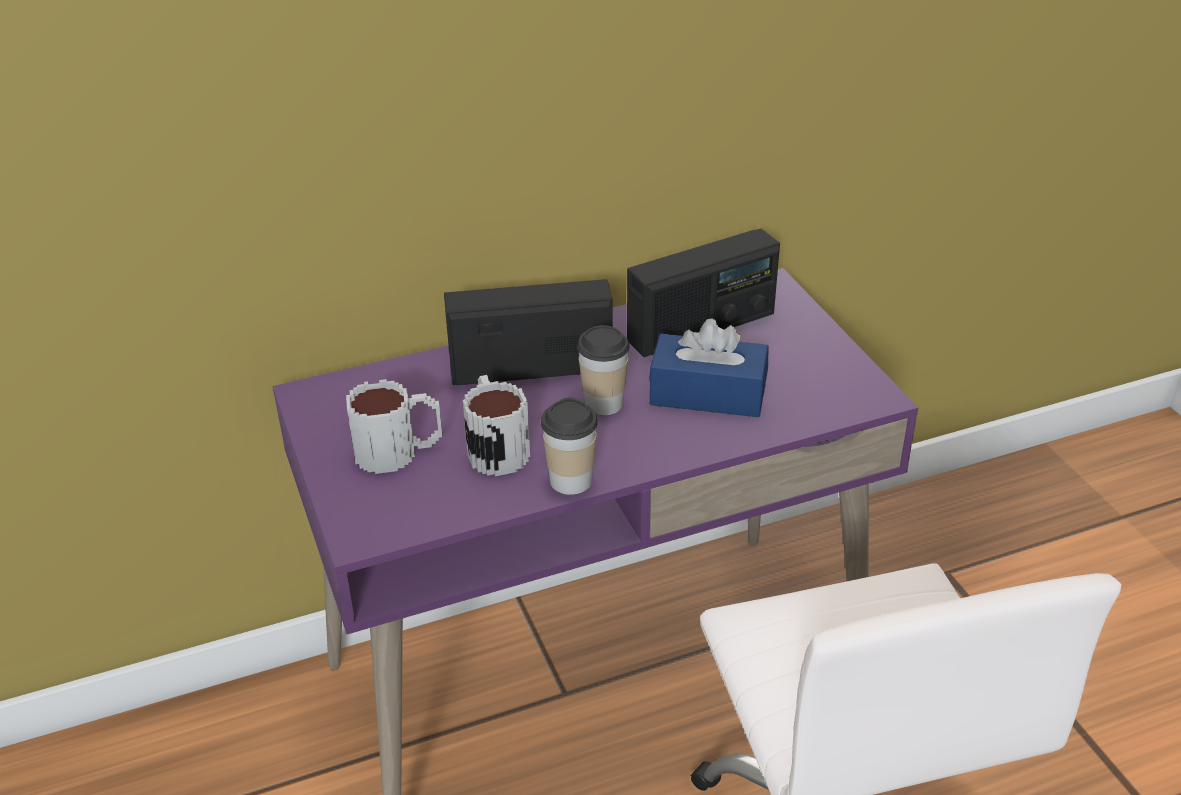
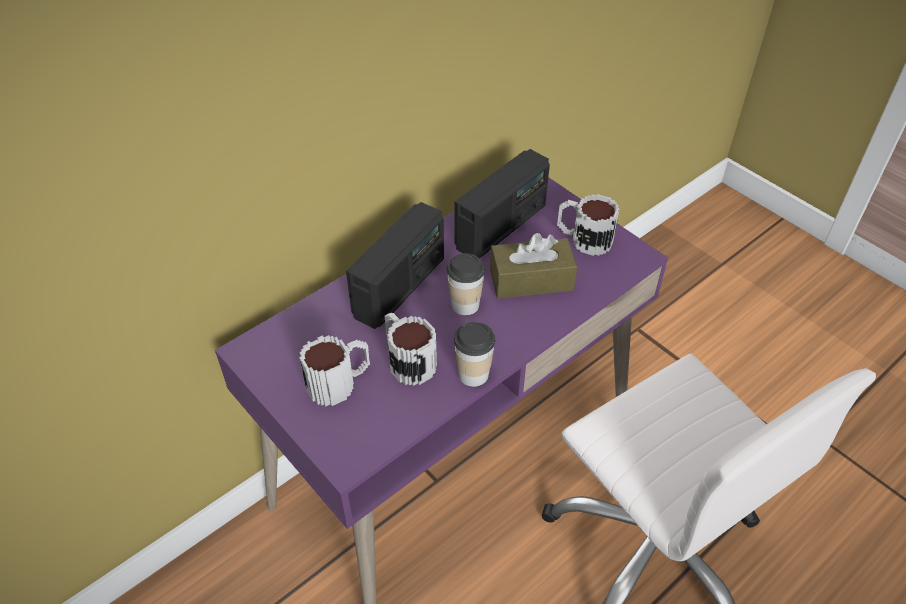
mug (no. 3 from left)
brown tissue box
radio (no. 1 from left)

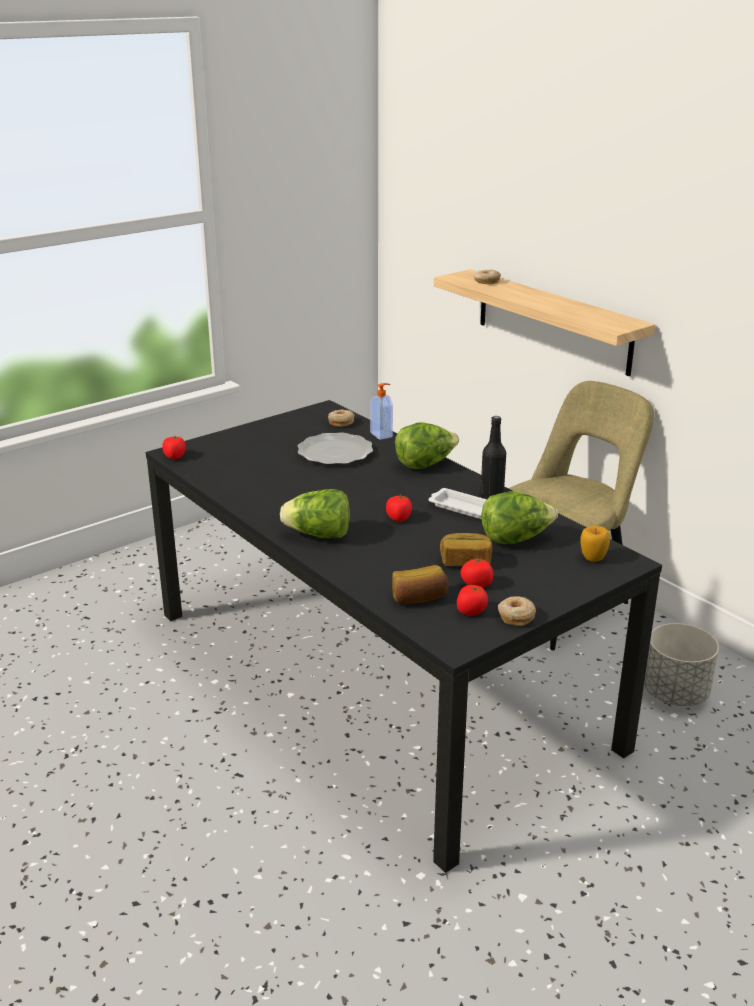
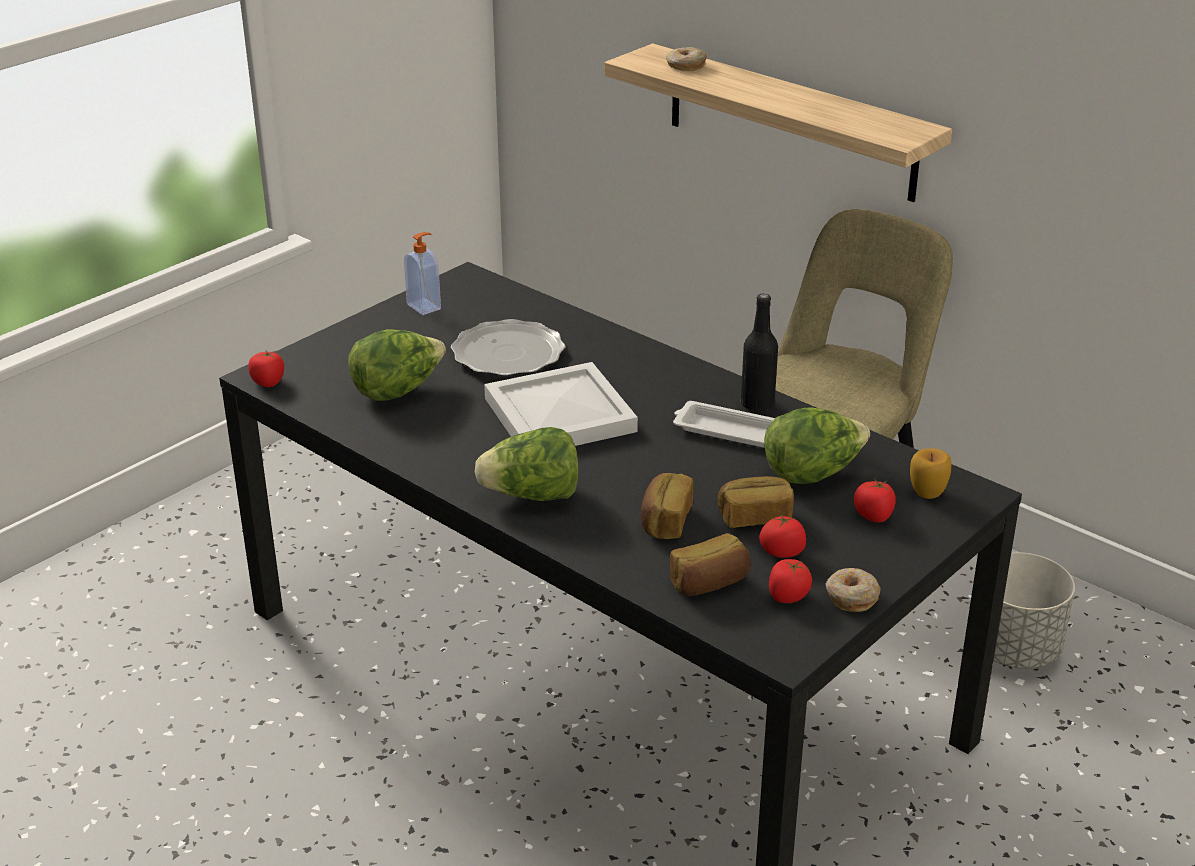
donut (no. 1 from left in the first image)
white tray (no. 1 from left)
bread (no. 1 from left)
soap dispenser
tomato (no. 4 from left)
lettuce (no. 1 from left)

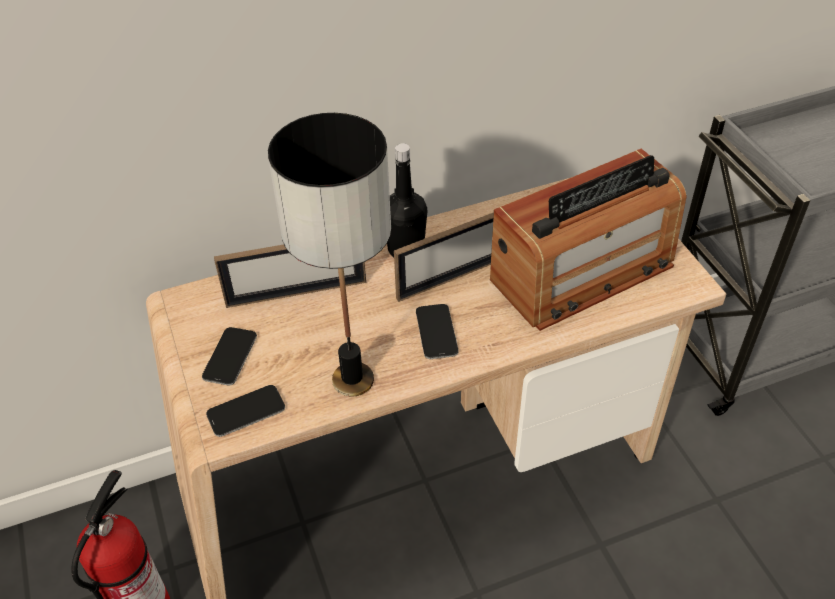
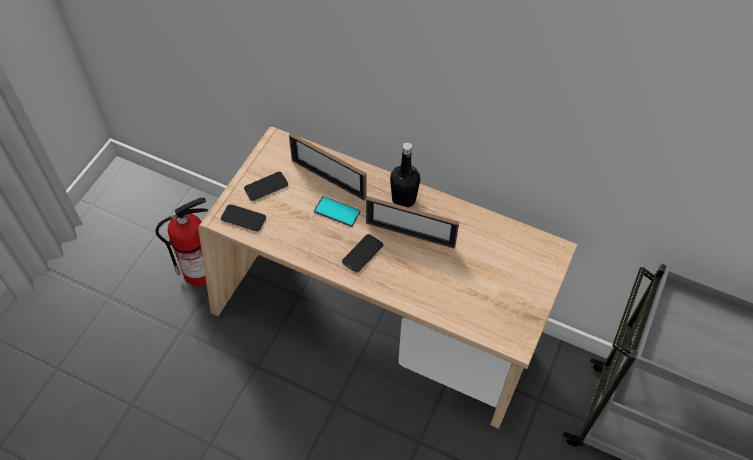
table lamp
radio
phone (no. 3 from left)

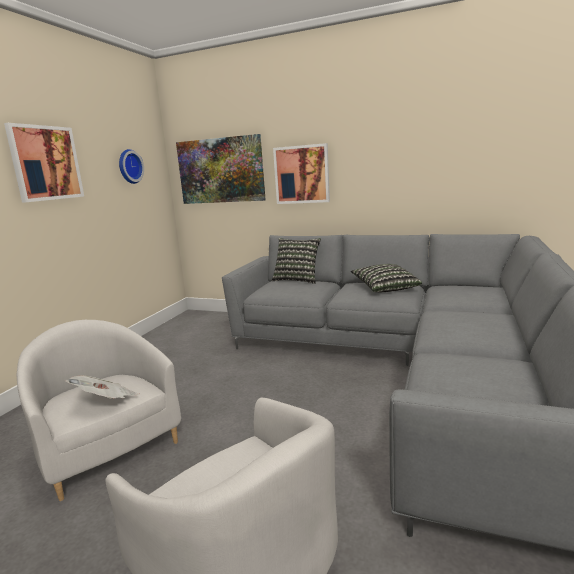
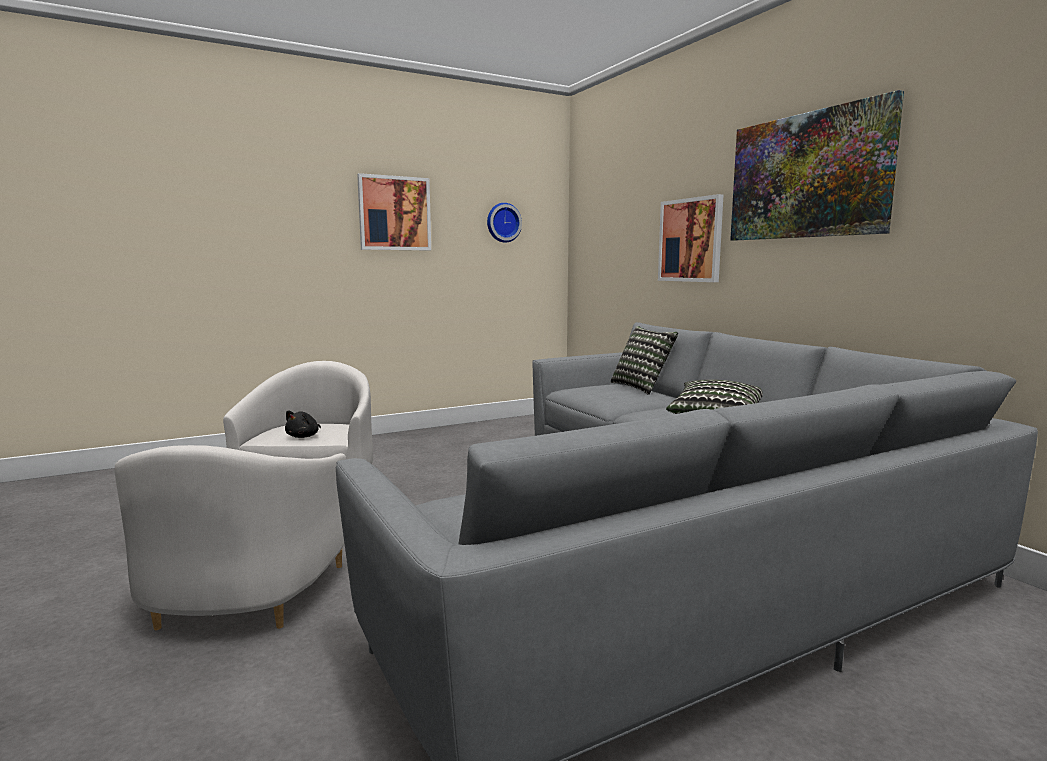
picture (no. 3 from left)
black plush toy

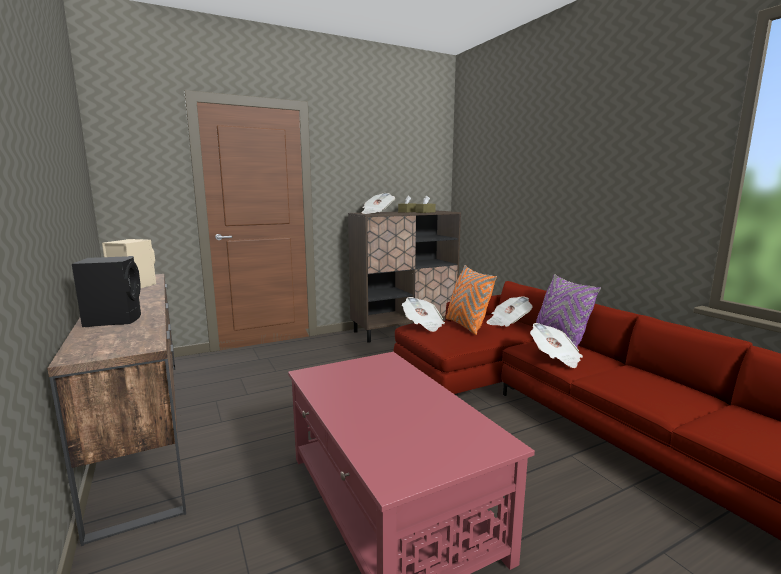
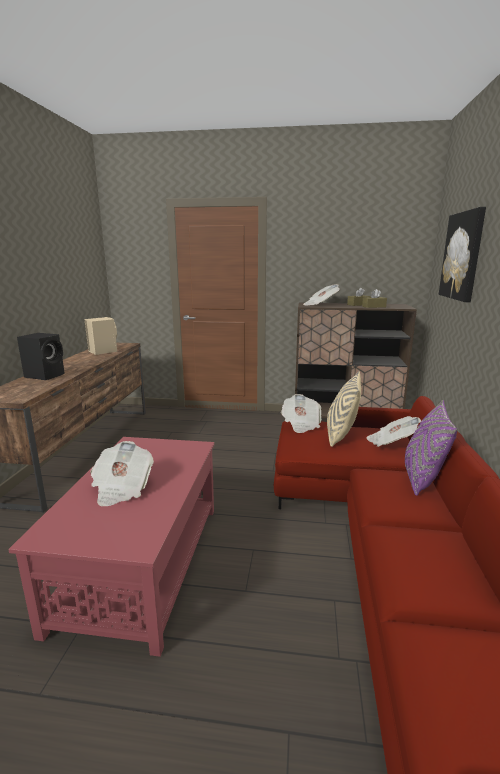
picture
newspaper (no. 1 from left)
beige pillow

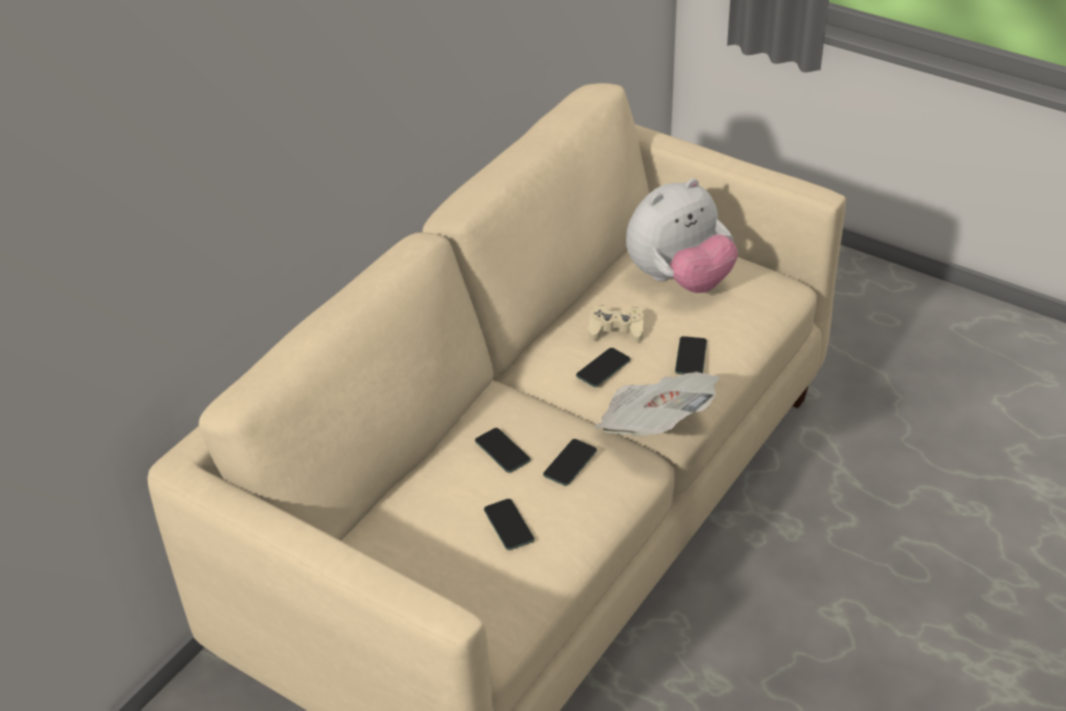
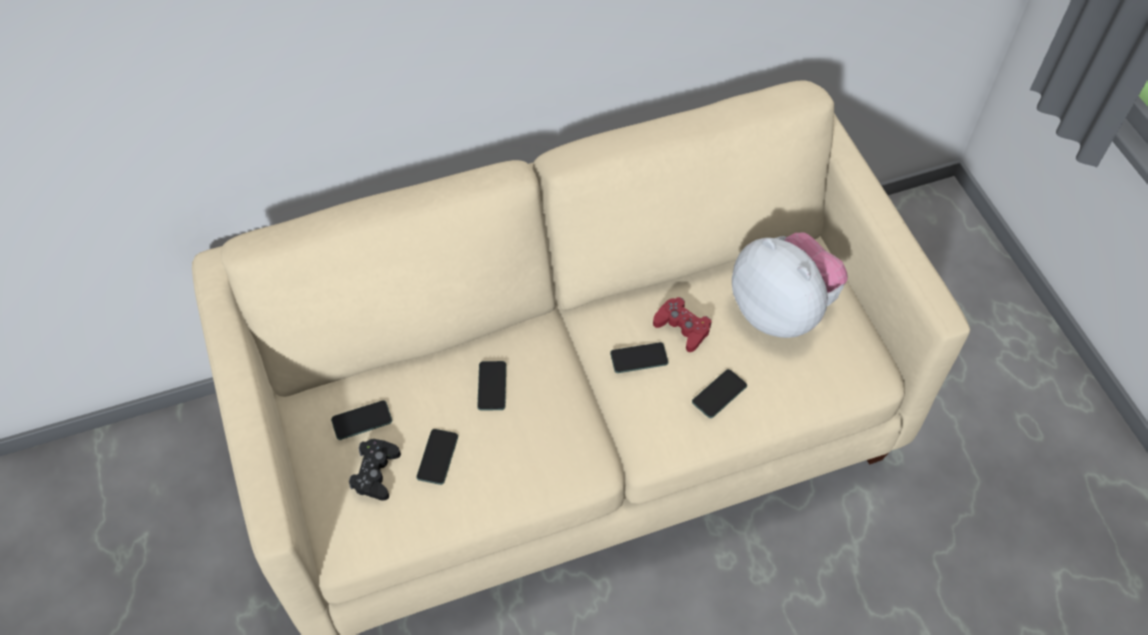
newspaper
black game controller
phone (no. 1 from left)
red game controller
plush toy

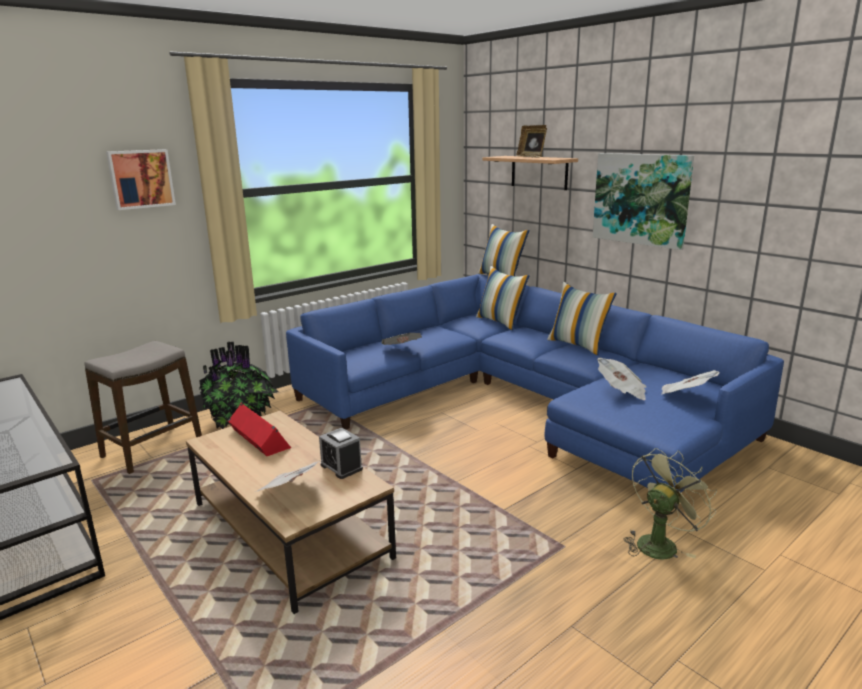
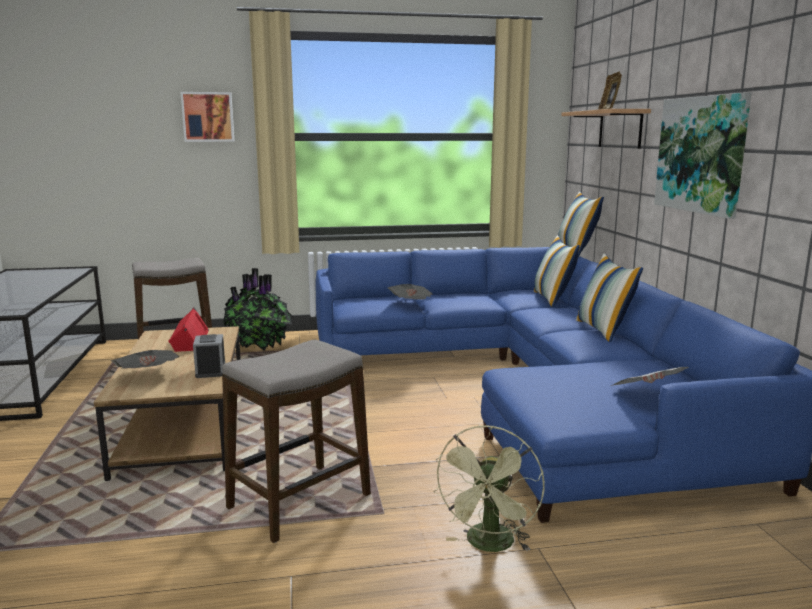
newspaper (no. 3 from left in the first image)
stool (no. 2 from left)
green fan

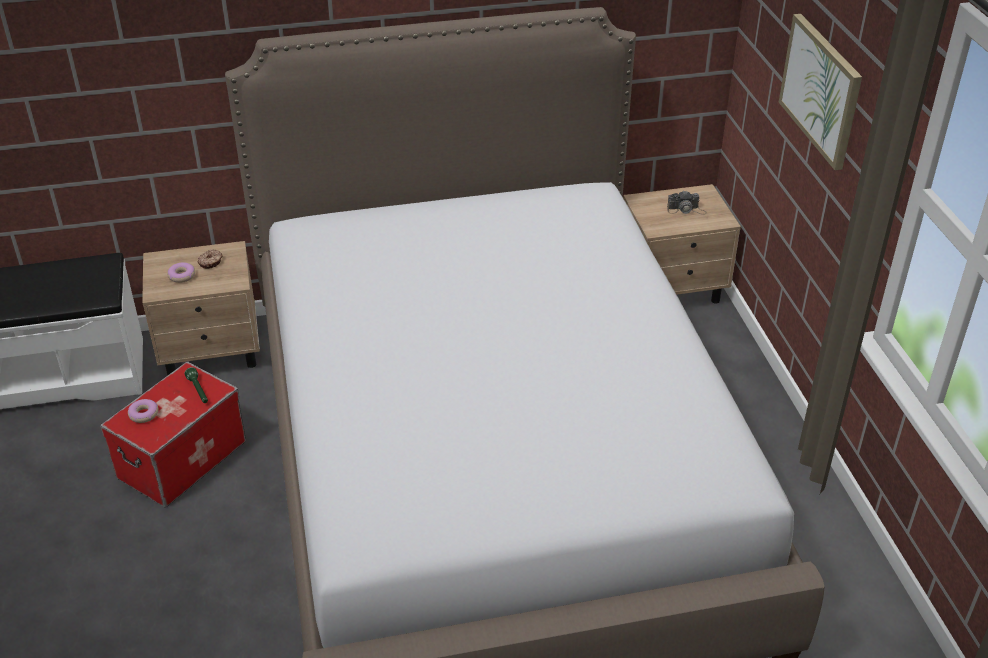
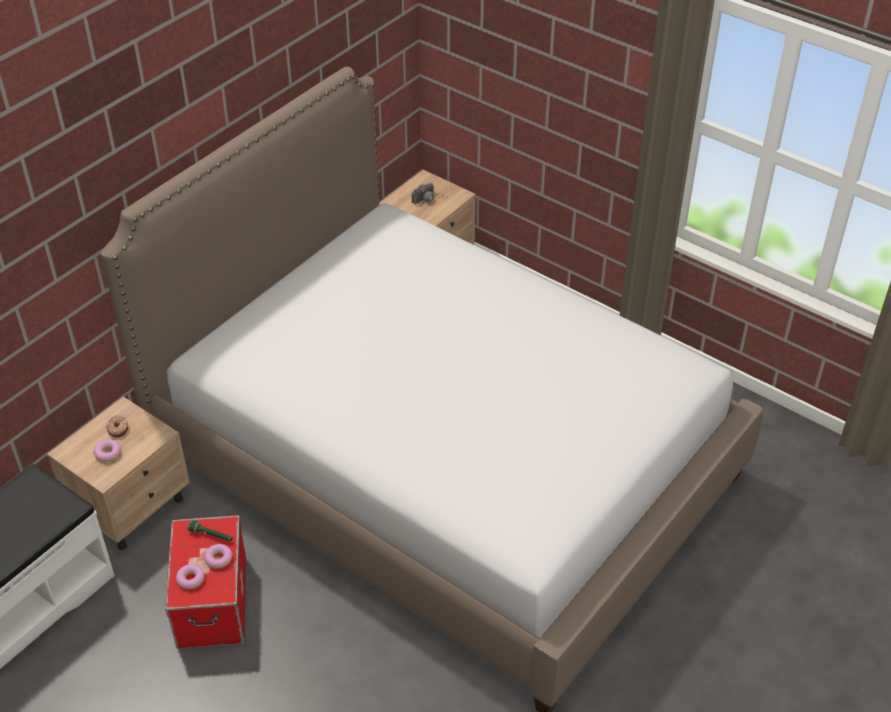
picture
donut (no. 4 from left)

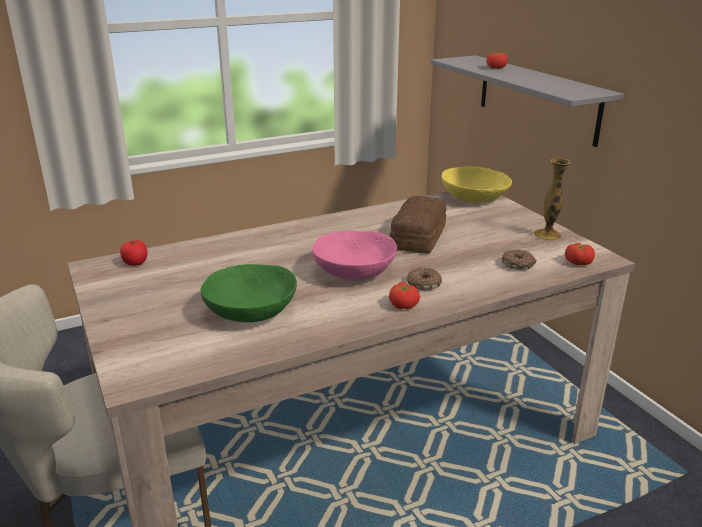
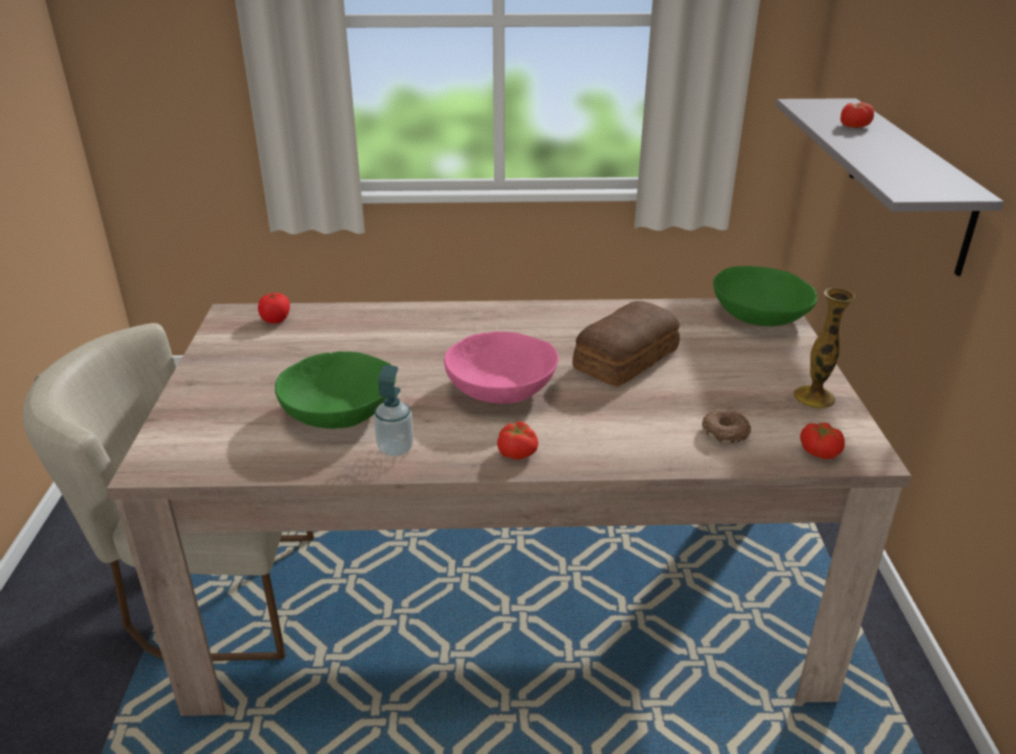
donut (no. 1 from left in the first image)
soap dispenser
green bowl (no. 2 from left)

